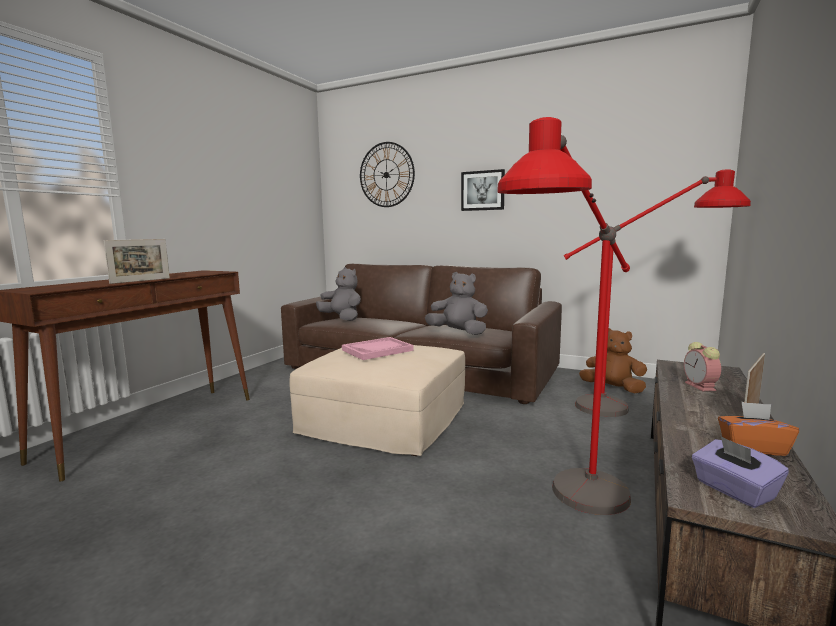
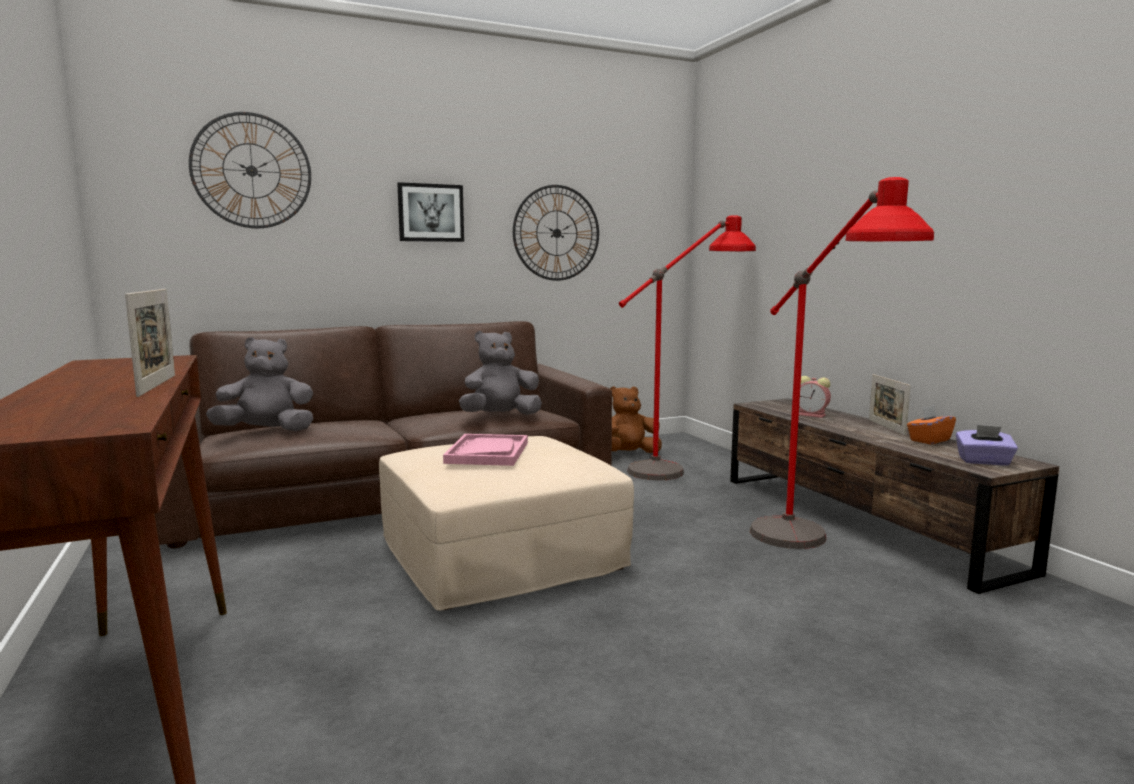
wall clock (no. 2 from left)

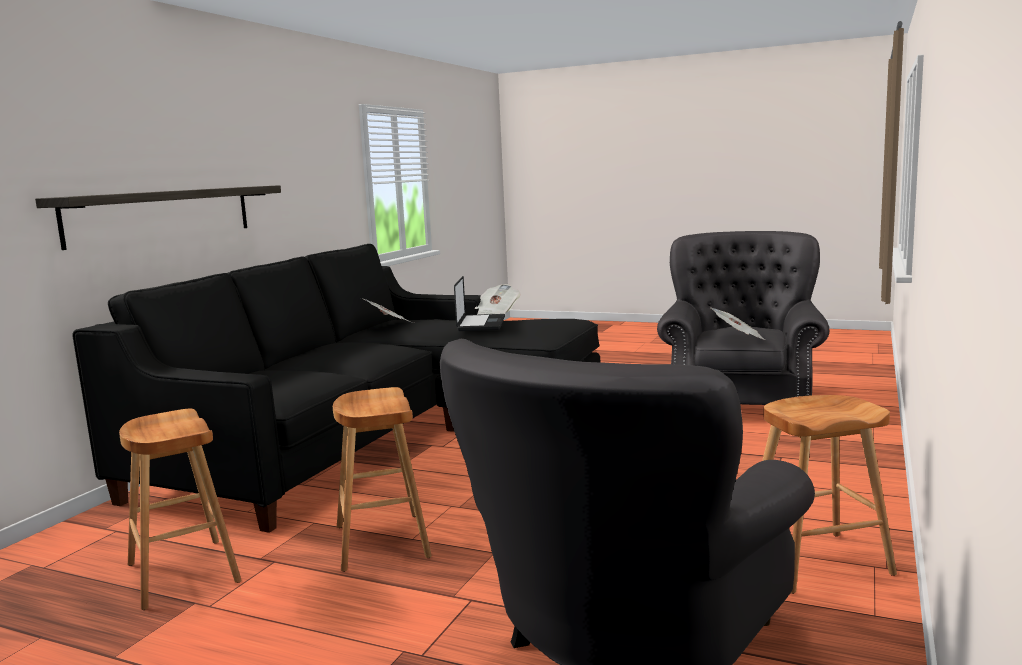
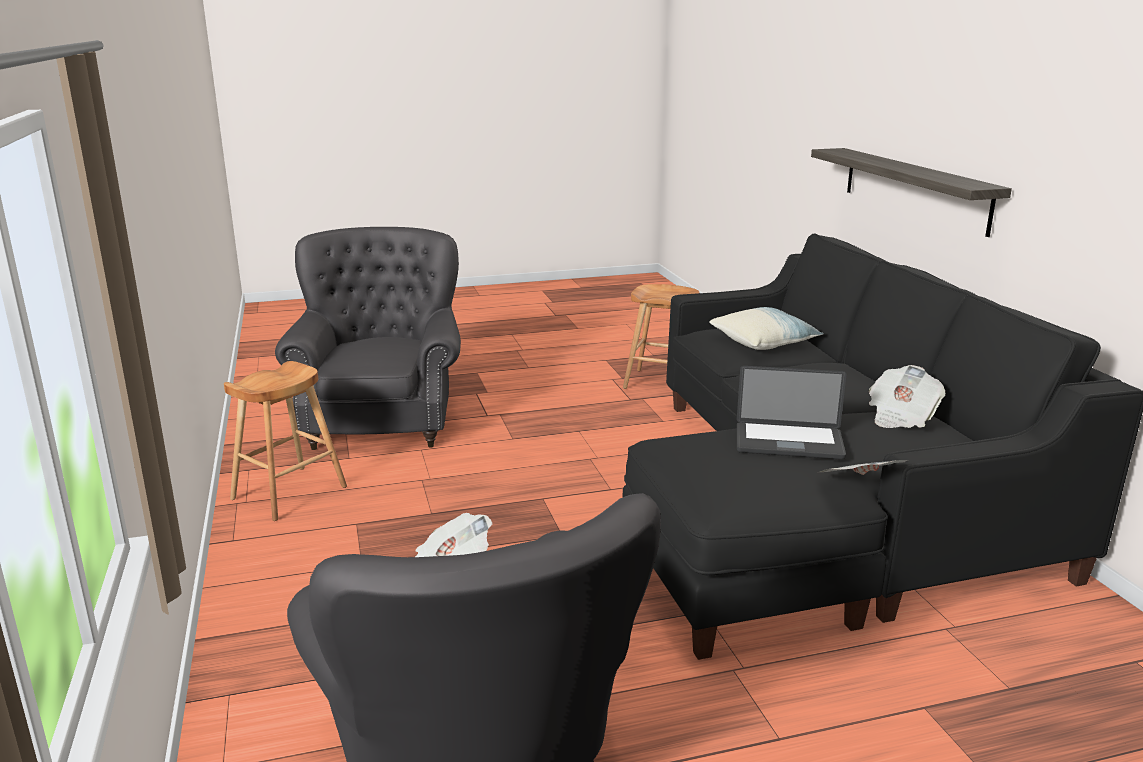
brown stool (no. 2 from left in the first image)
pillow
laptop

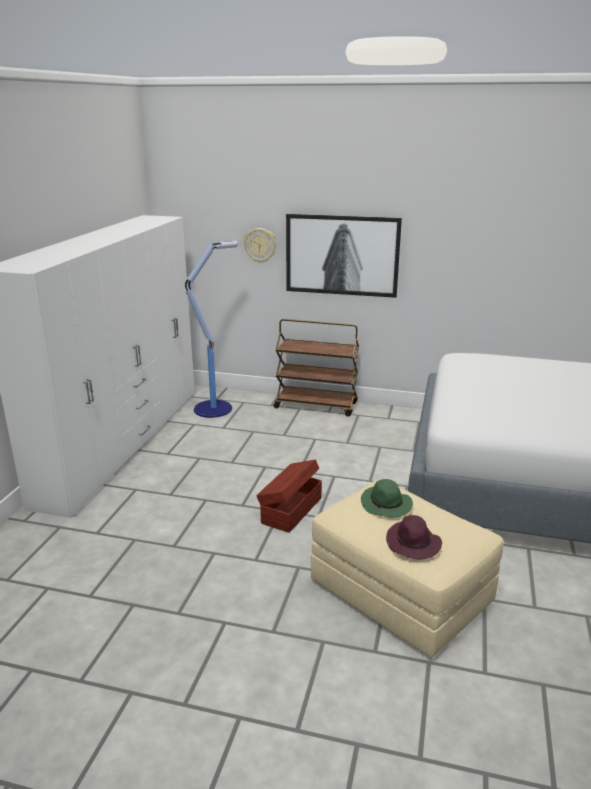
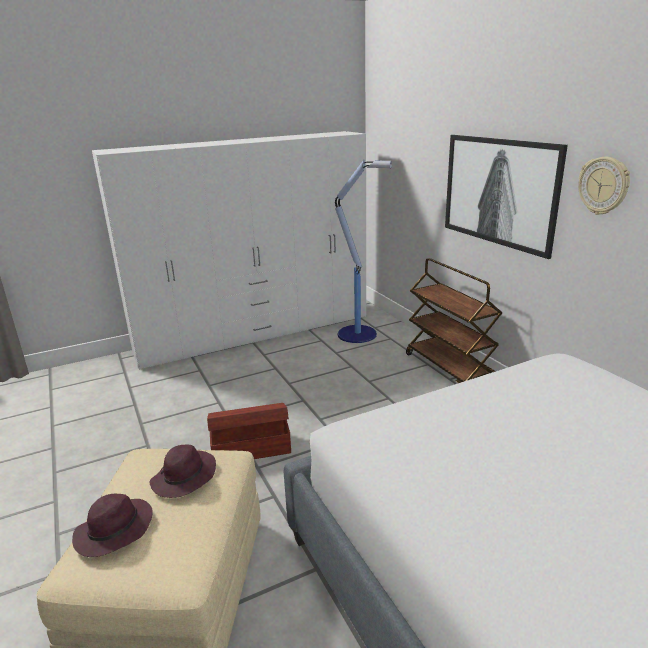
wall clock
purple hat (no. 2 from left)

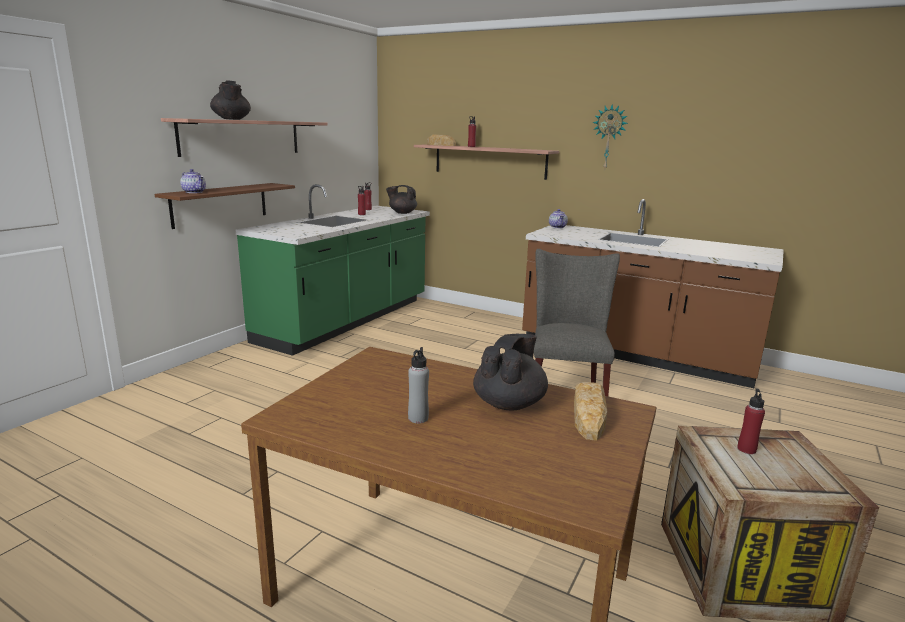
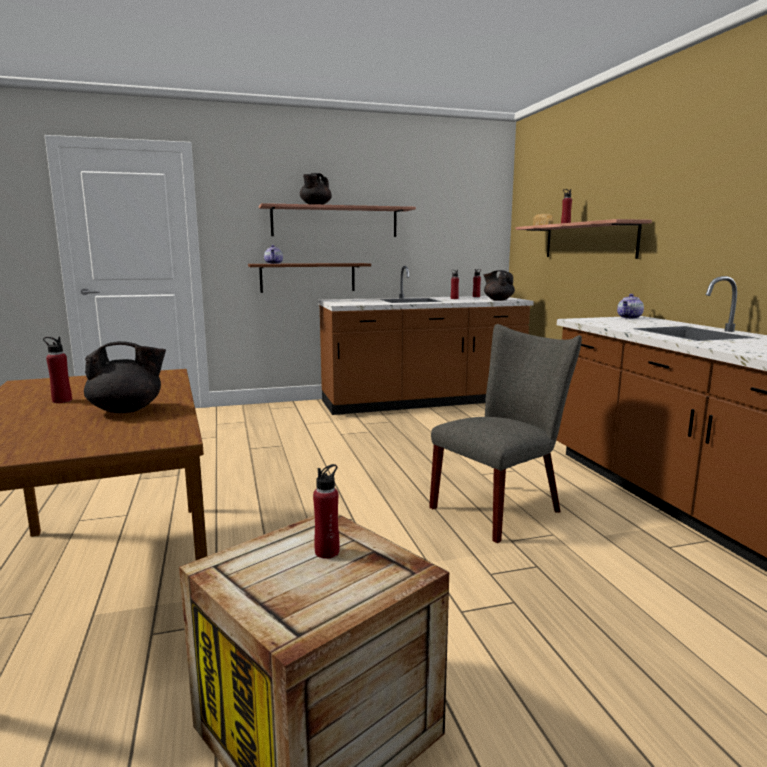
bread (no. 2 from left in the first image)
wall clock
brown counter (no. 1 from left)
red bottle (no. 1 from left)

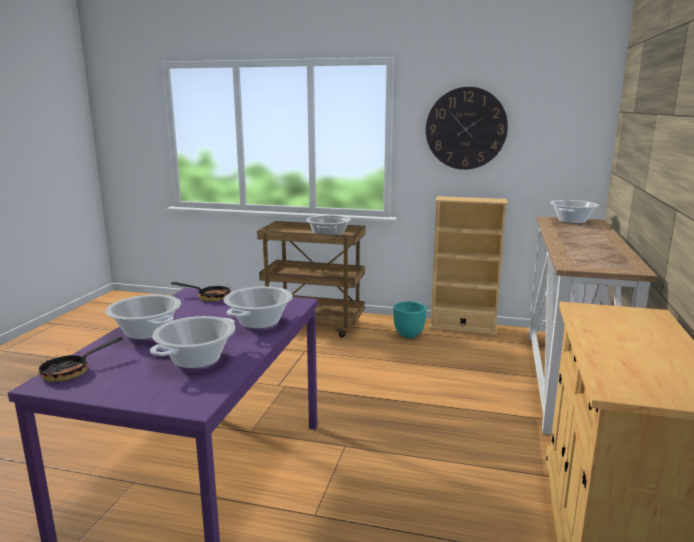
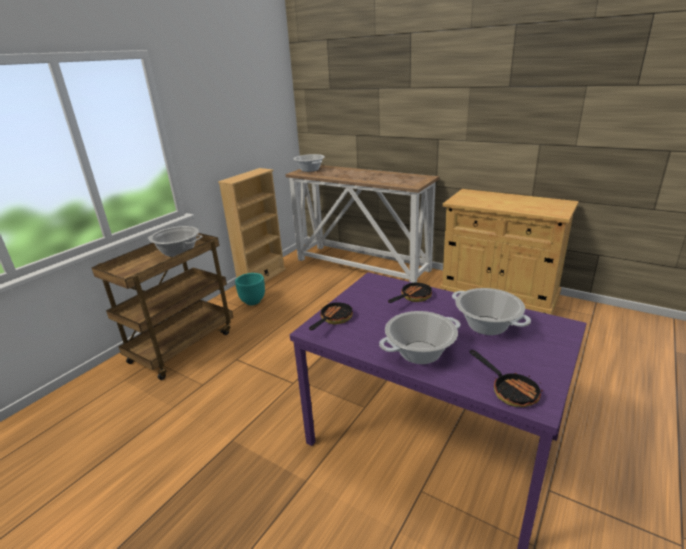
wall clock
frying pan (no. 2 from left)

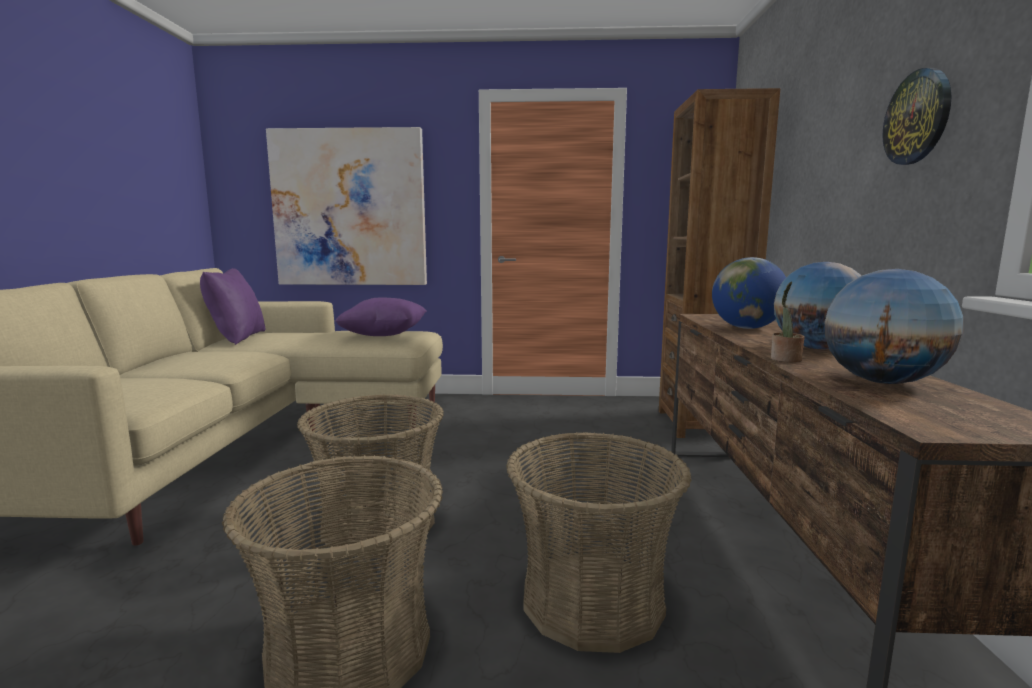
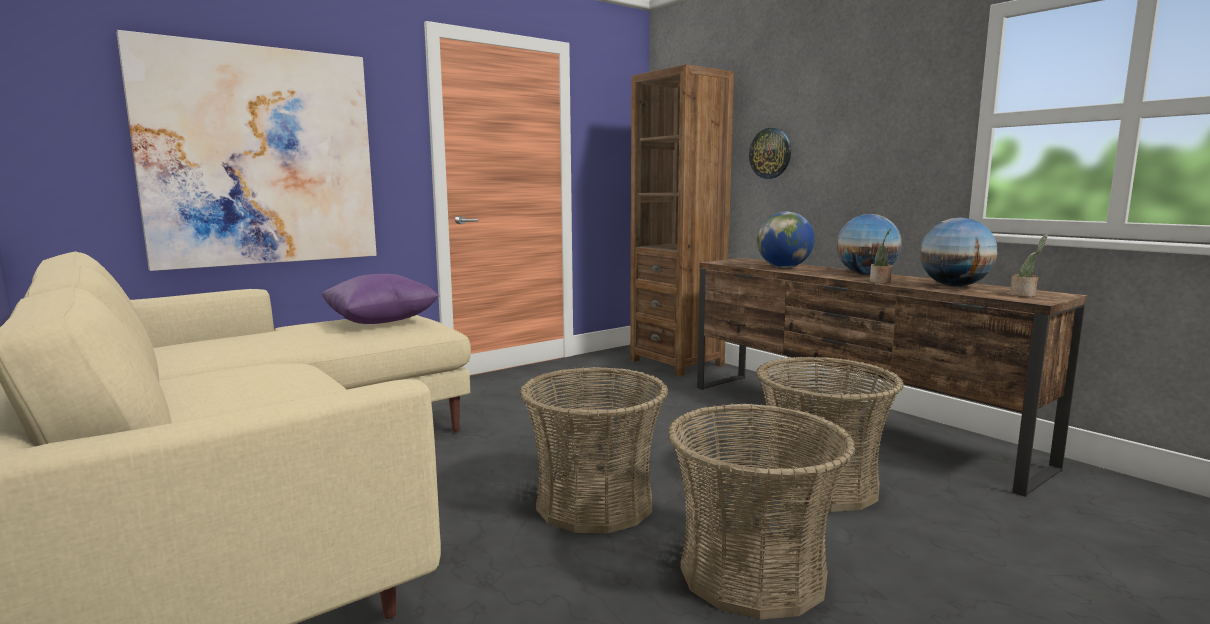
purple pillow (no. 1 from left in the first image)
potted plant (no. 2 from left)
wall clock

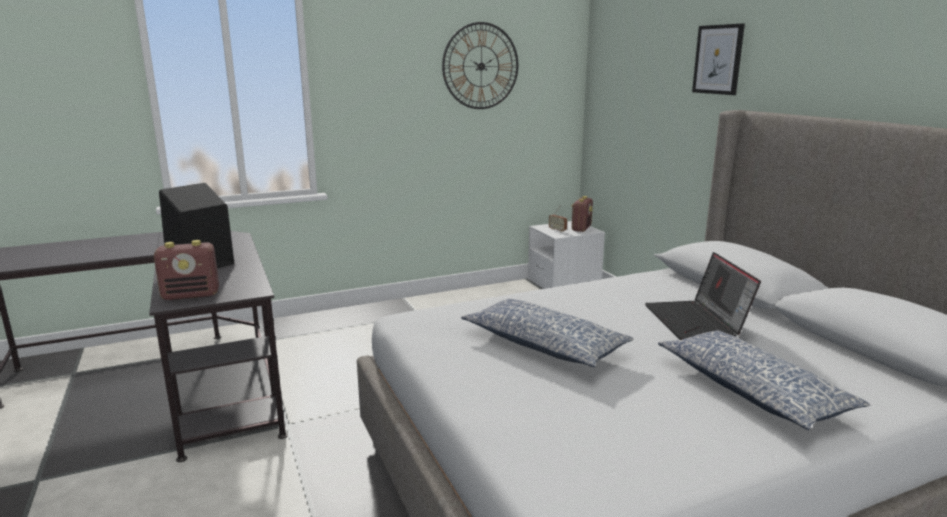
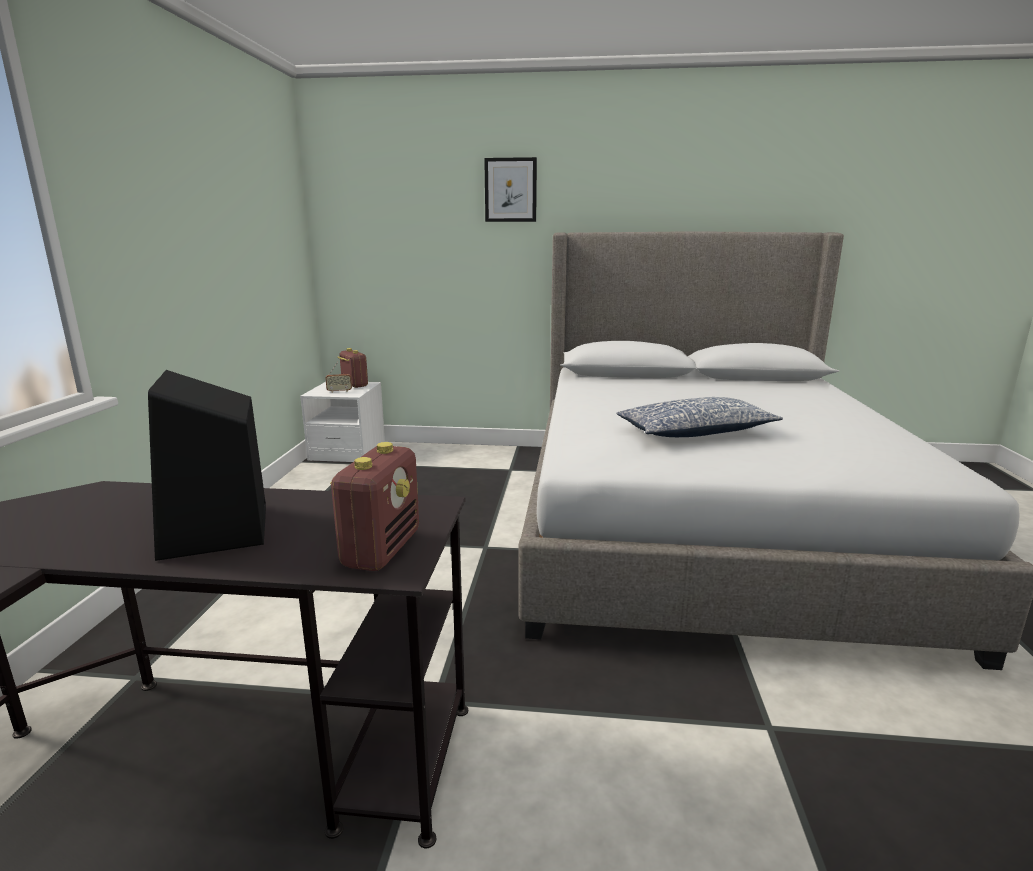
wall clock
laptop
pillow (no. 2 from left in the first image)

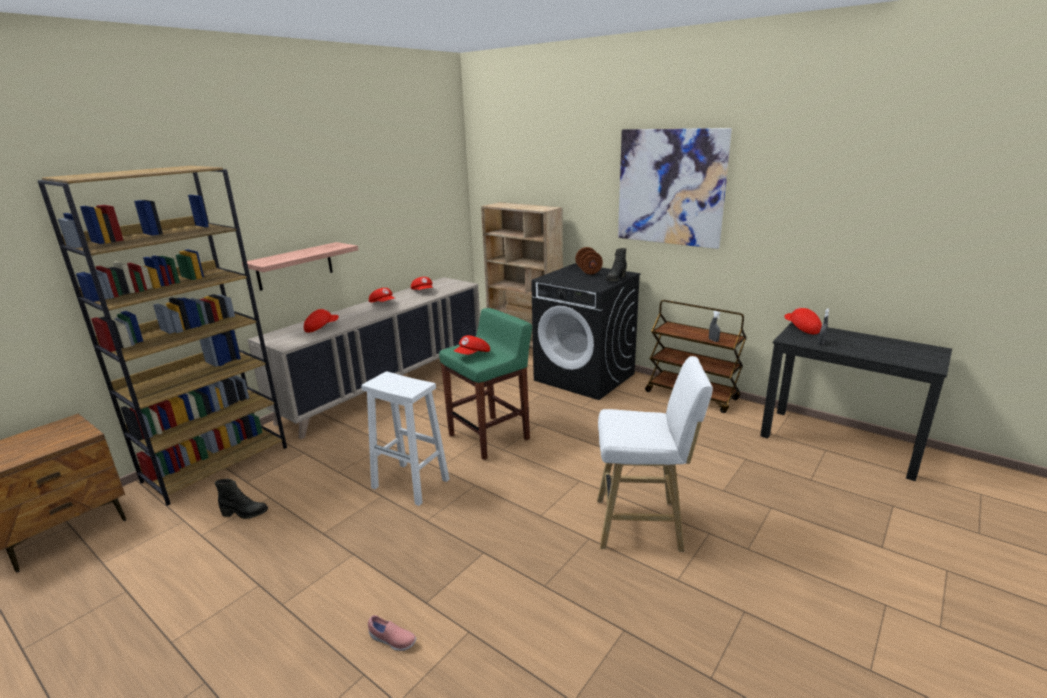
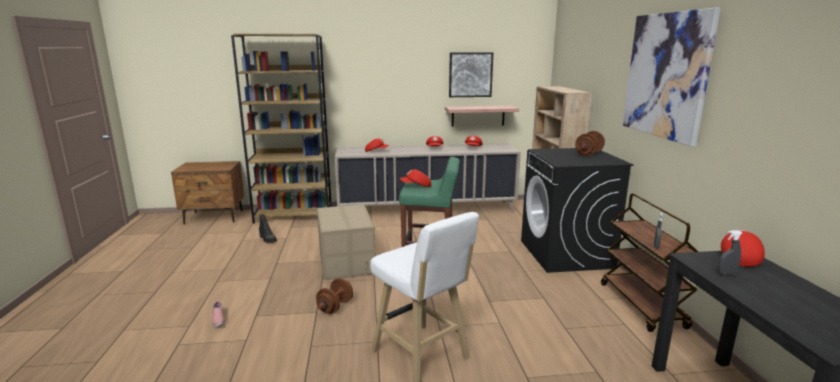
black boot (no. 2 from left in the first image)
brown dumbbell (no. 1 from left)
picture (no. 1 from left)
shelf
cardboard box

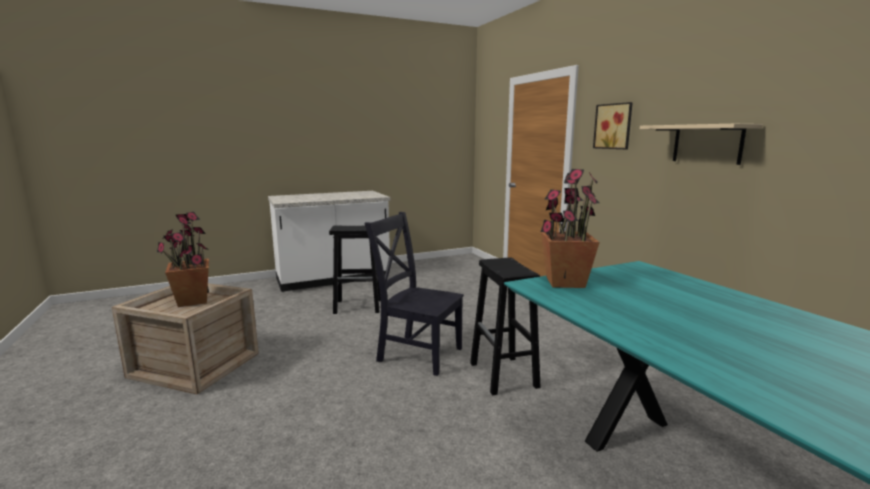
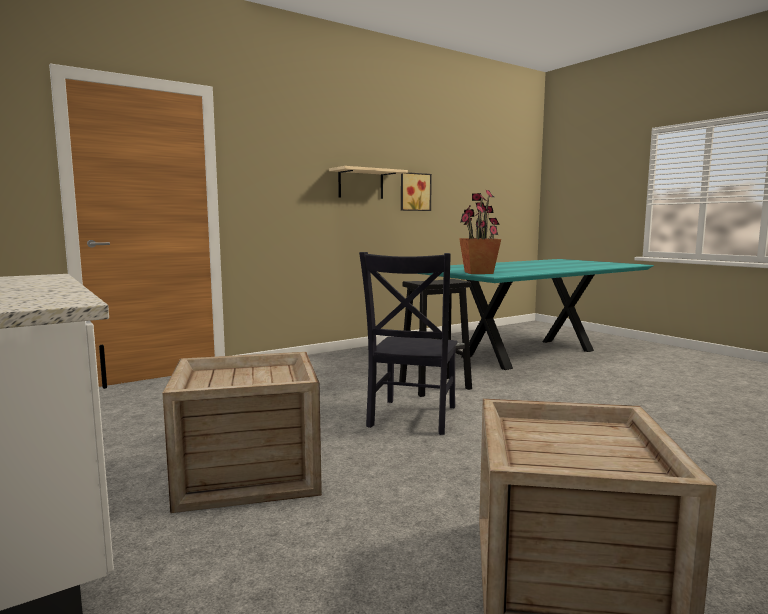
potted plant (no. 1 from left in the first image)
picture
crate (no. 1 from left)

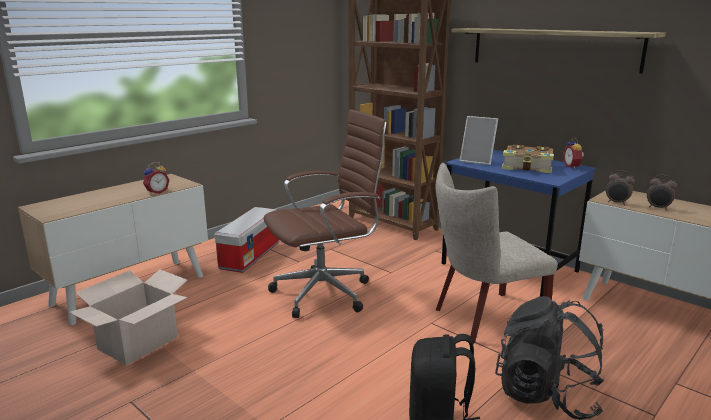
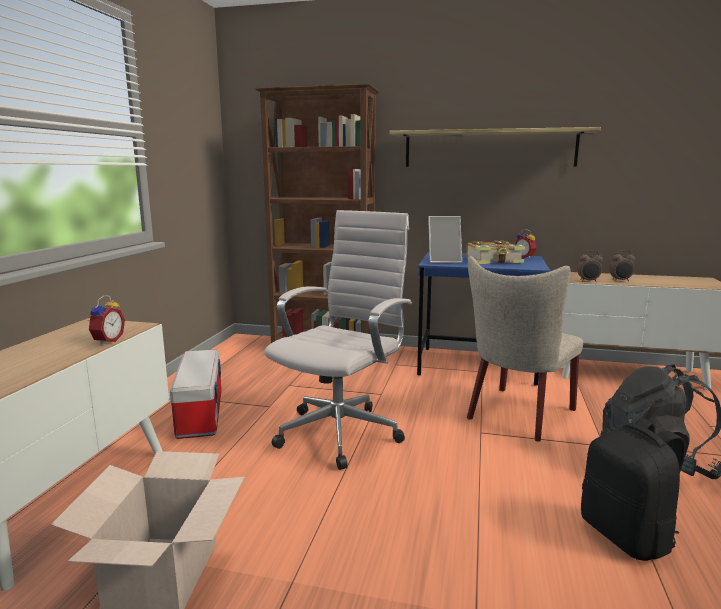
white office chair

